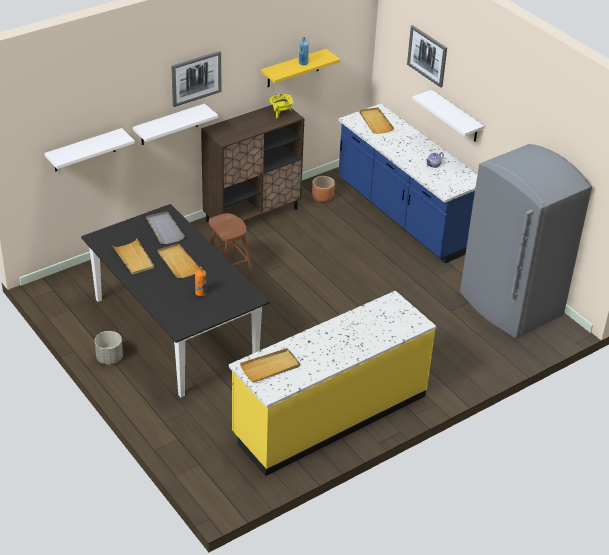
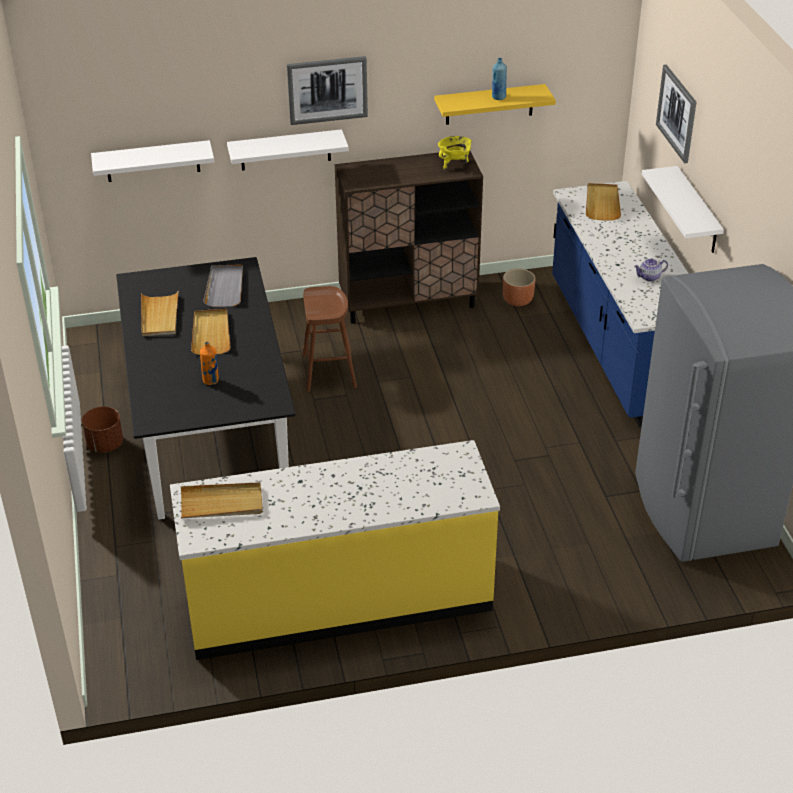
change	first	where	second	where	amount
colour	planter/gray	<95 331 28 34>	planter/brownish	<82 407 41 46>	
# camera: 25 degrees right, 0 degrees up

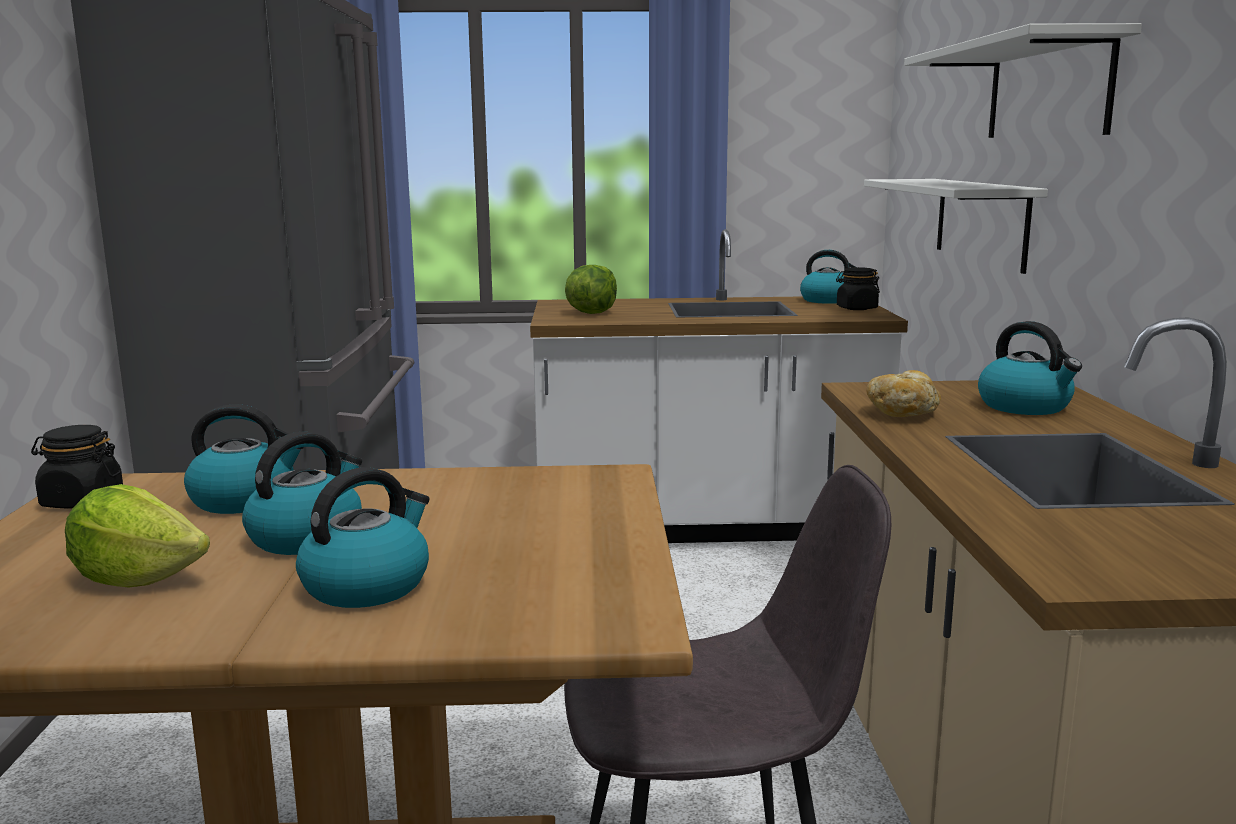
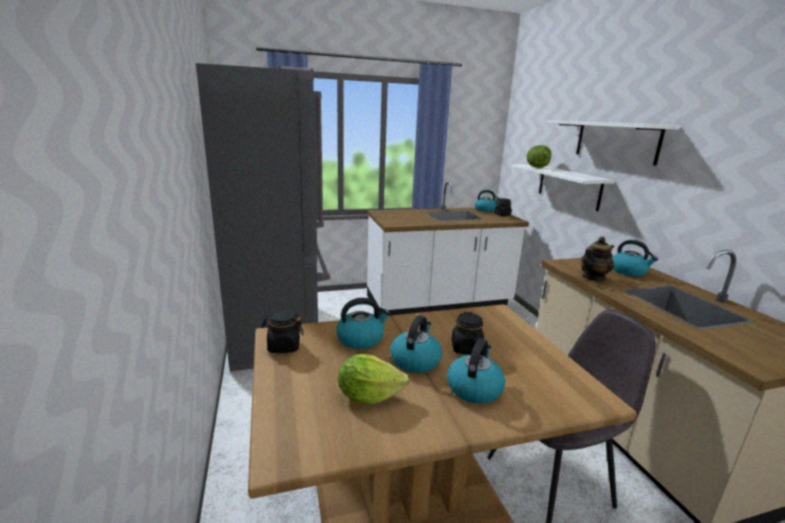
change	first	where	second	where	amount
appeared			storage jar/black	<452 312 32 43>	
relocated	lettuce	<565 265 52 49>		<527 145 24 23>	
exchanged	baked bread	<866 370 75 47>	pot for tea	<581 237 33 44>	
# camera: 15 degrees left, 5 degrees up

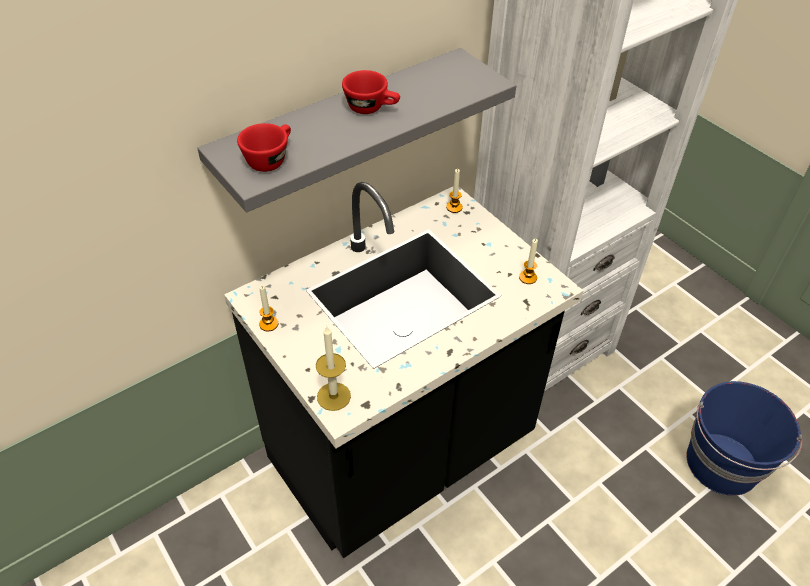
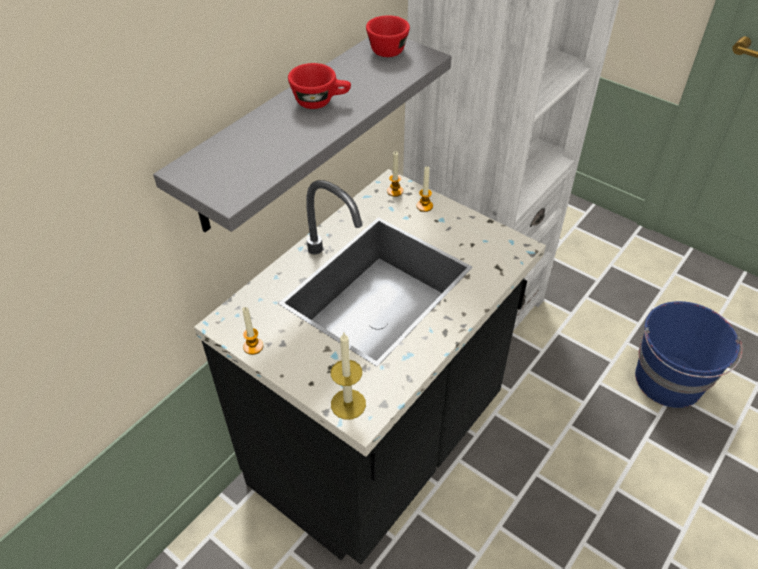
change	first	where	second	where	amount
relocated	drinking cup/red-coloured	<237 123 54 49>		<366 15 44 42>	
relocated	wax candle	<519 239 19 45>		<416 166 17 46>	
# camera: 15 degrees left, 0 degrees up

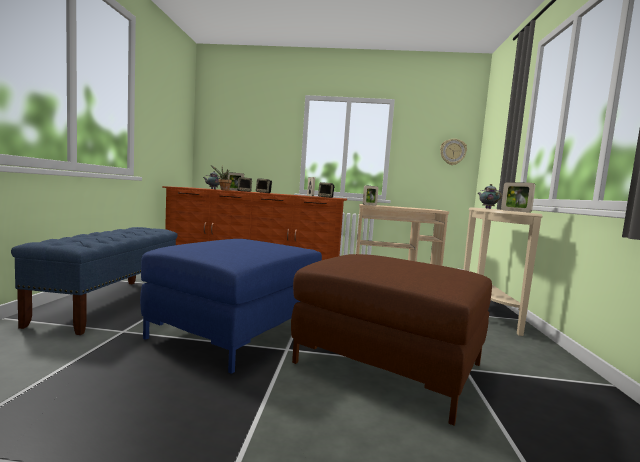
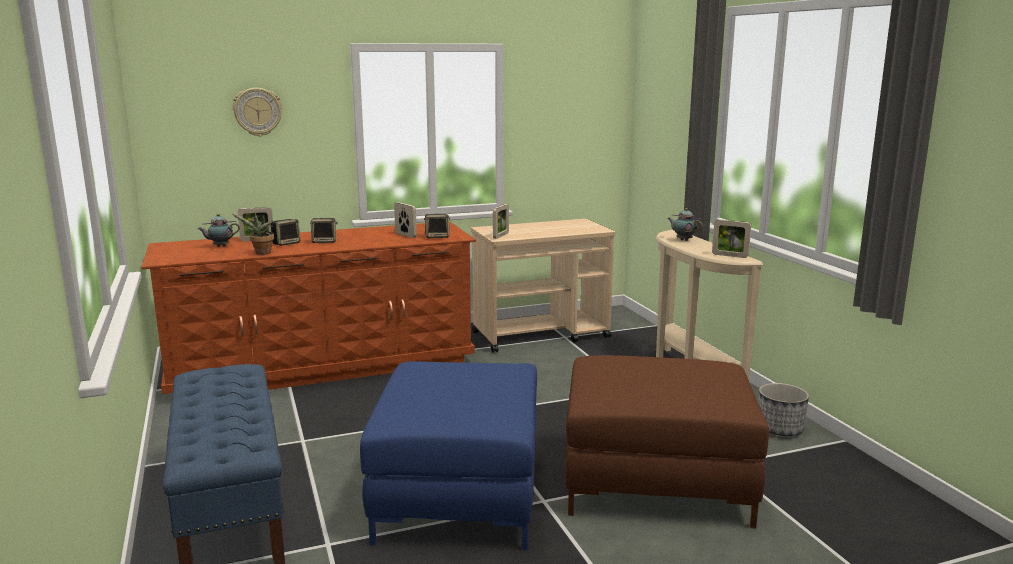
change	first	where	second	where	amount
appeared			planter	<758 383 51 53>	
relocated	wall clock	<440 139 27 26>		<232 88 50 48>	
# camera: 25 degrees left, 10 degrees up

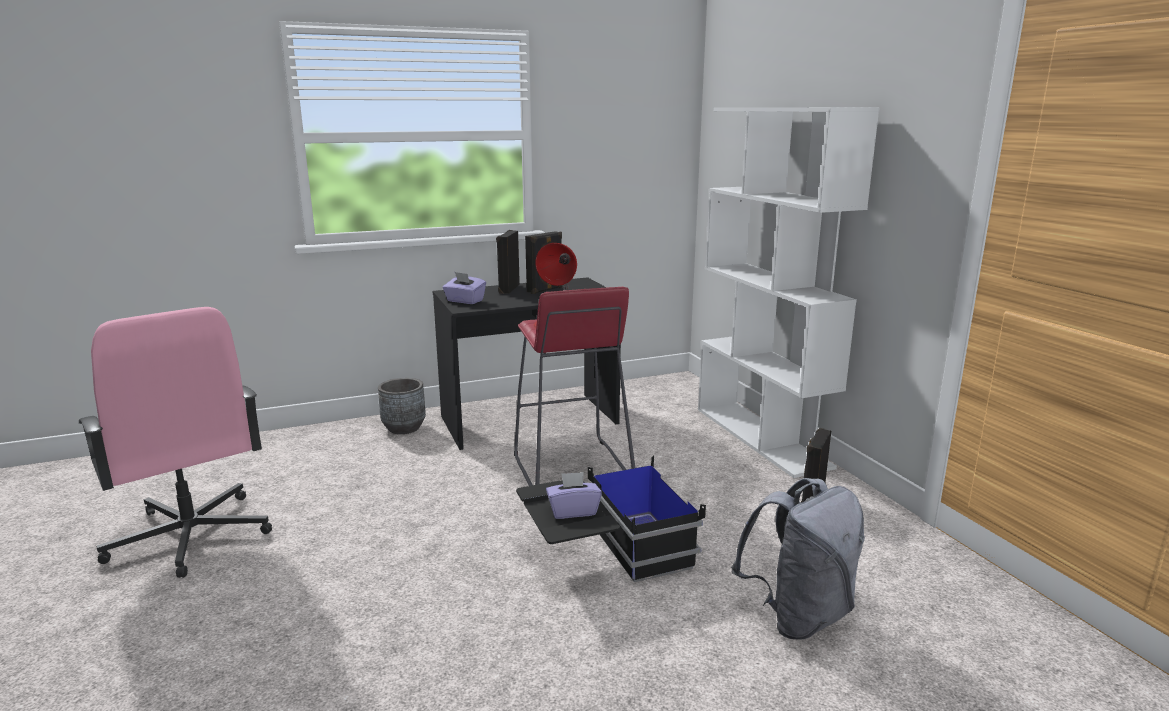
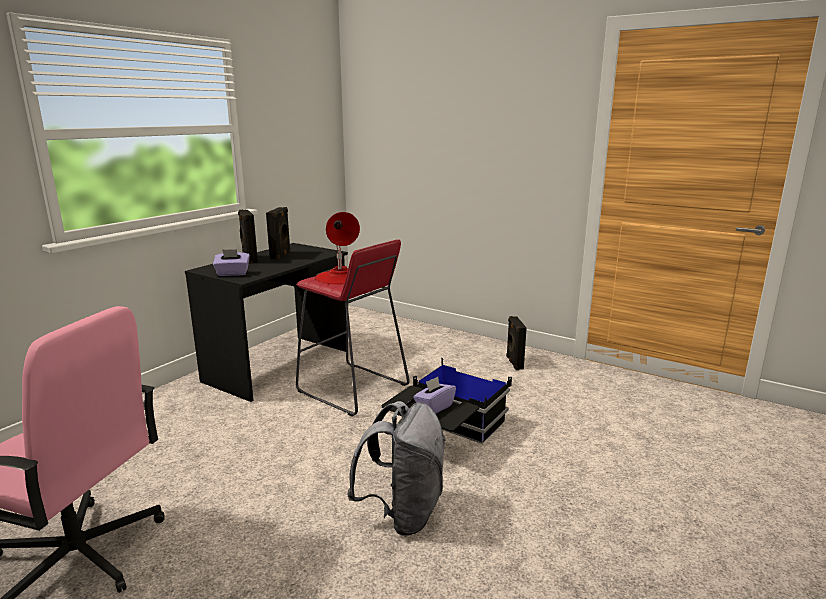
change	first	where	second	where	amount
missing	planter/gray	<378 378 48 56>			
missing	bookshelf/whitish	<698 107 182 371>			
relocated	knapsack/gray	<731 478 134 162>		<347 401 99 135>	
# camera: 35 degrees left, 0 degrees up

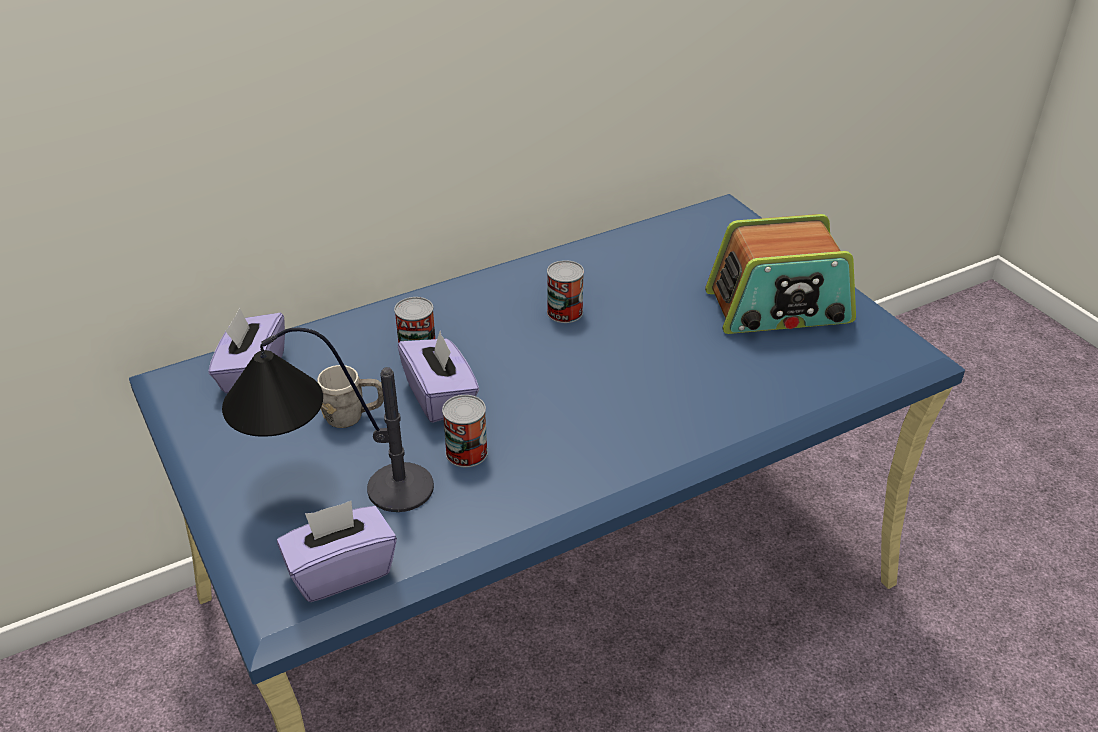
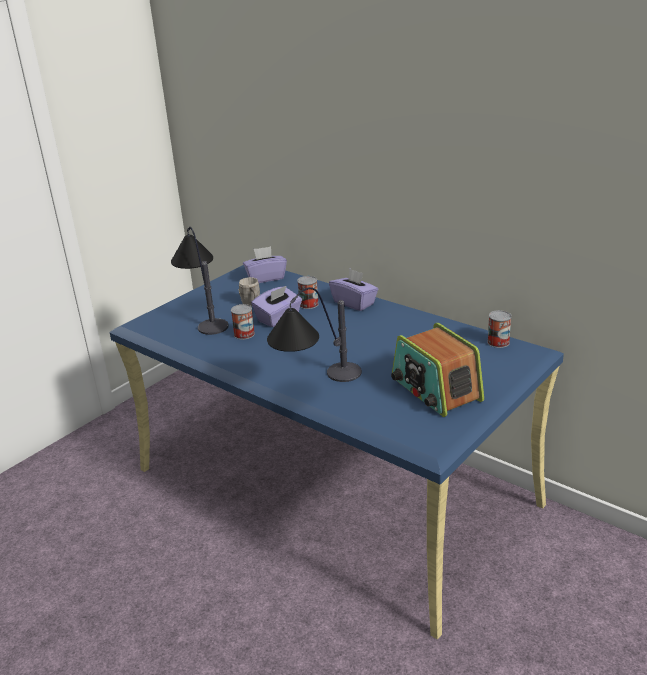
change	first	where	second	where	amount
appeared			tabletop lamp	<267 287 95 95>	
relocated	box of tissues/purple	<277 501 120 101>		<329 269 50 42>	
relocated	metal can	<547 260 37 63>		<487 310 25 38>	
# camera: 70 degrees right, 10 degrees down

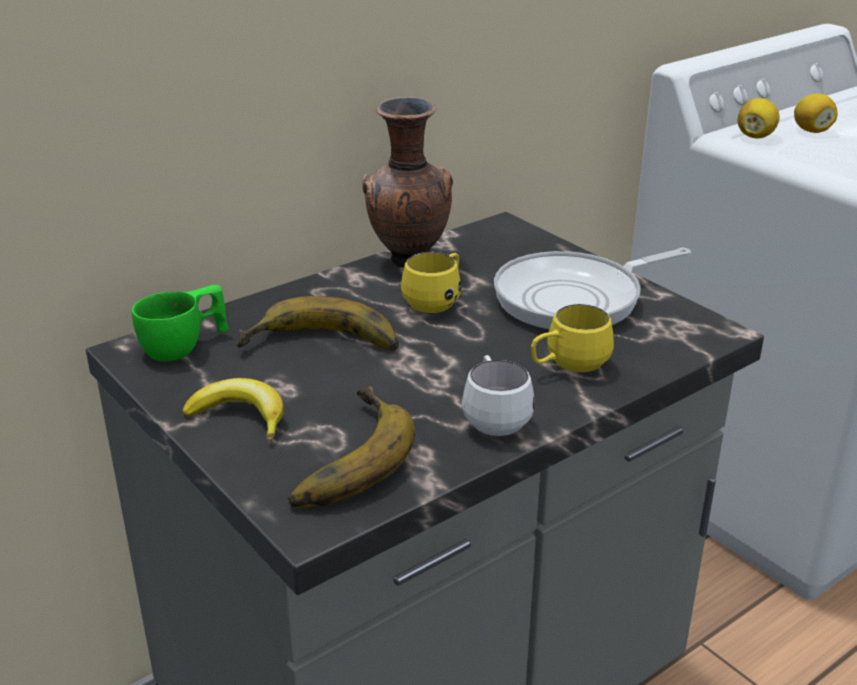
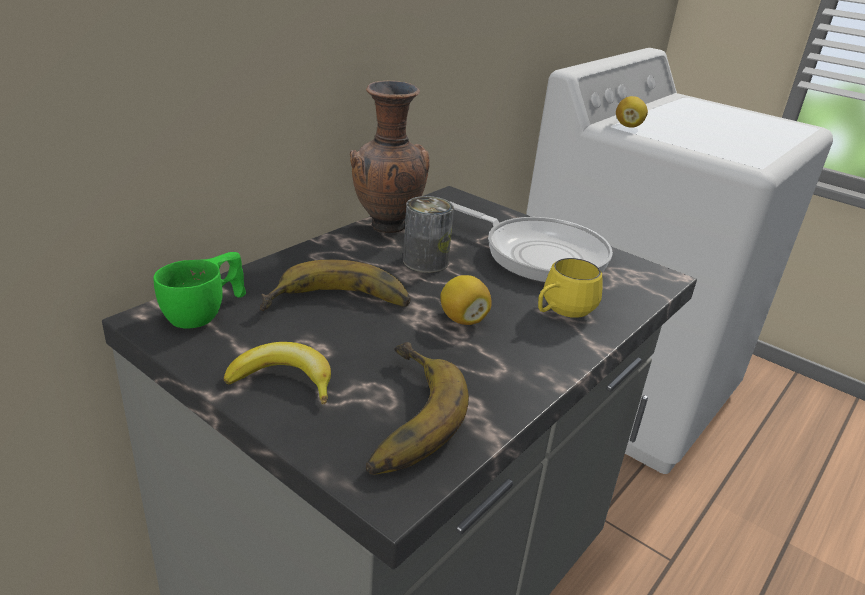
change	first	where	second	where	amount
missing	tea mug/whitish	<462 355 73 81>			
relocated	whole lemon	<794 94 43 39>		<440 275 52 50>	
exchanged	tea mug/yellow	<401 252 60 61>	metal can	<403 196 51 77>	
spun	skillet	<494 248 197 82>		<449 201 164 82>	105 degrees counterclockwise
# camera: 15 degrees left, 0 degrees up

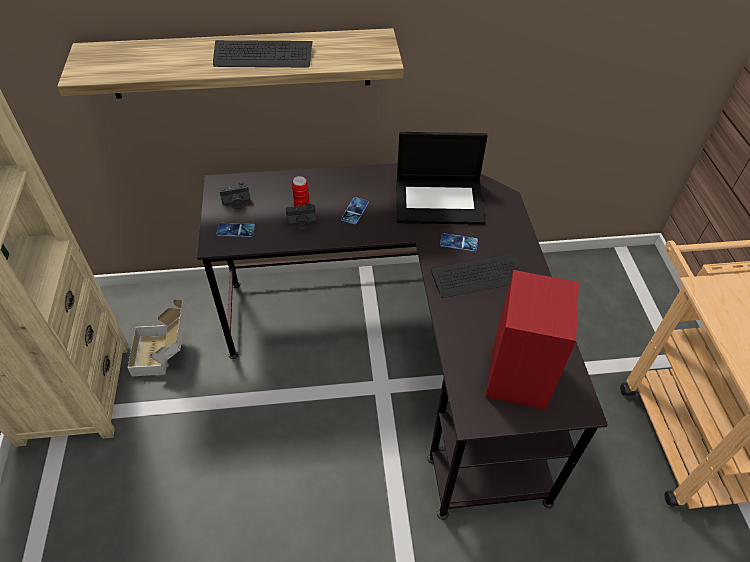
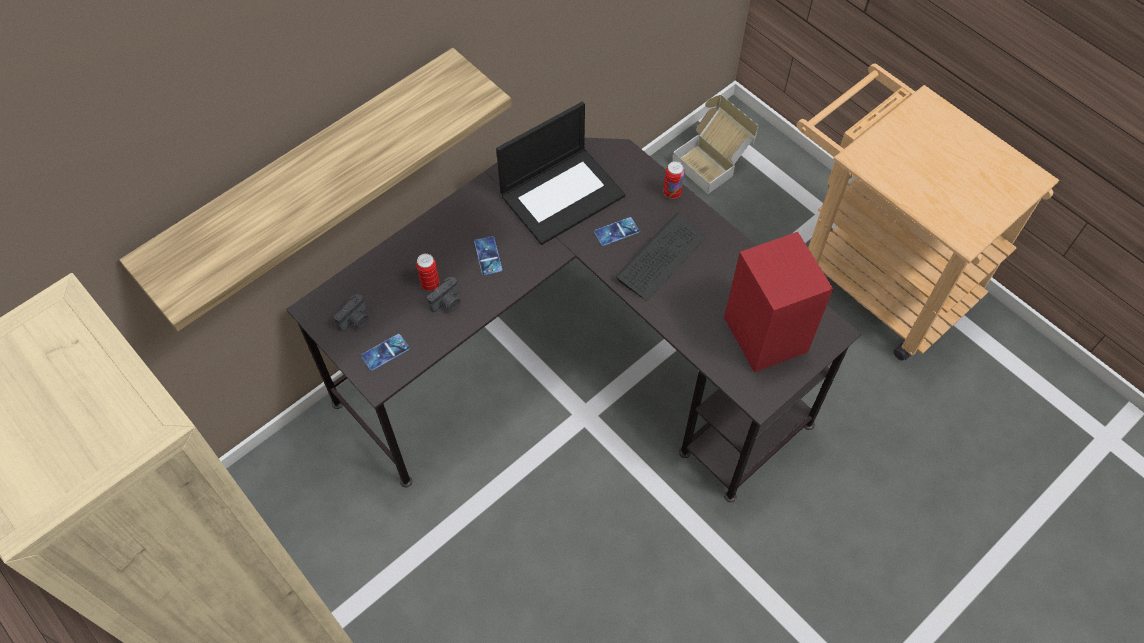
change	first	where	second	where	amount
missing	PC keyboard	<213 40 99 27>			
appeared			metal can	<663 161 21 38>	
relocated	cardboard box	<127 299 59 77>		<672 95 86 99>	
# camera: 35 degrees left, 10 degrees up

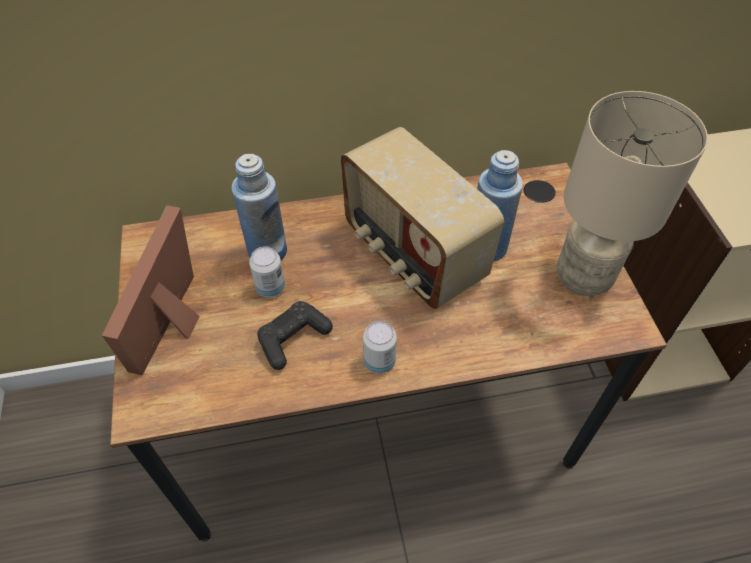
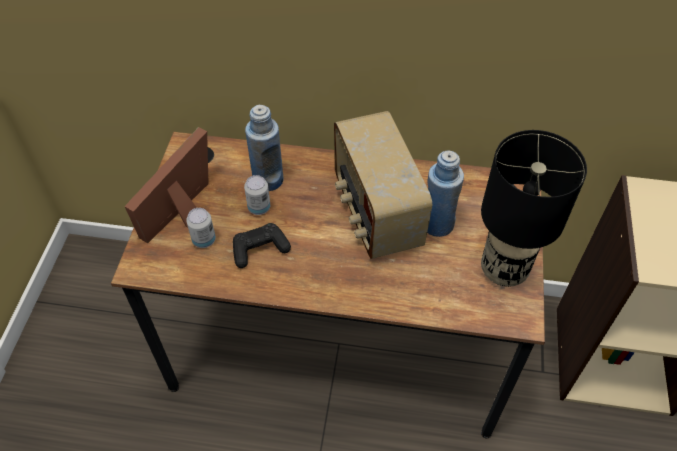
change	first	where	second	where	amount
relocated	metal can	<363 321 34 53>		<186 208 30 40>	
colour	tabletop lamp/beige	<557 91 151 205>	tabletop lamp/black	<481 130 106 157>	
# camera: 20 degrees right, 0 degrees up

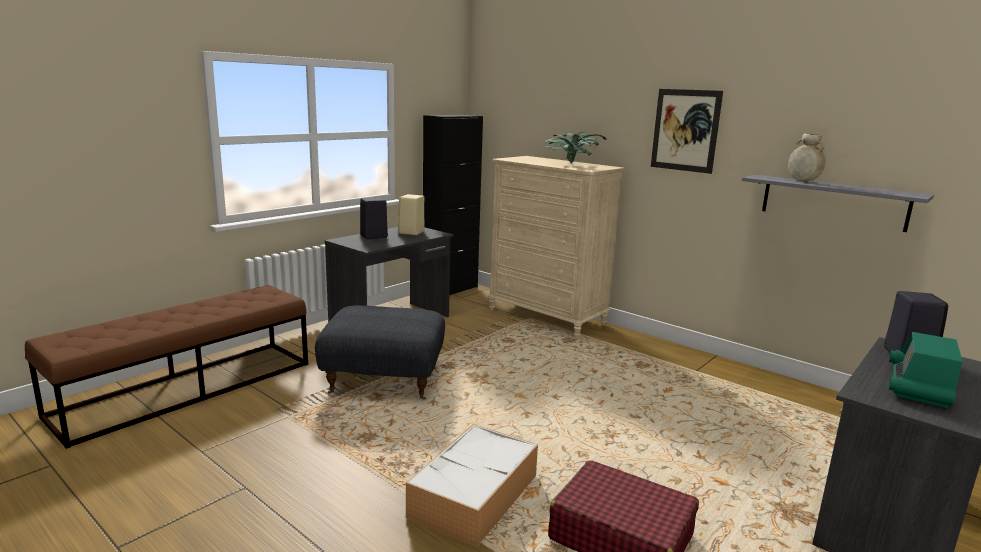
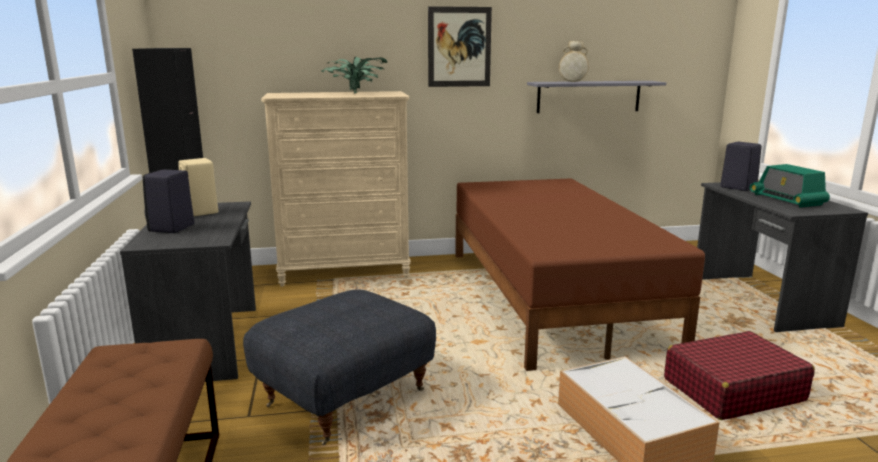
change	first	where	second	where	amount
appeared			bed/brownish	<455 178 250 193>	
# camera: 50 degrees left, 0 degrees up

